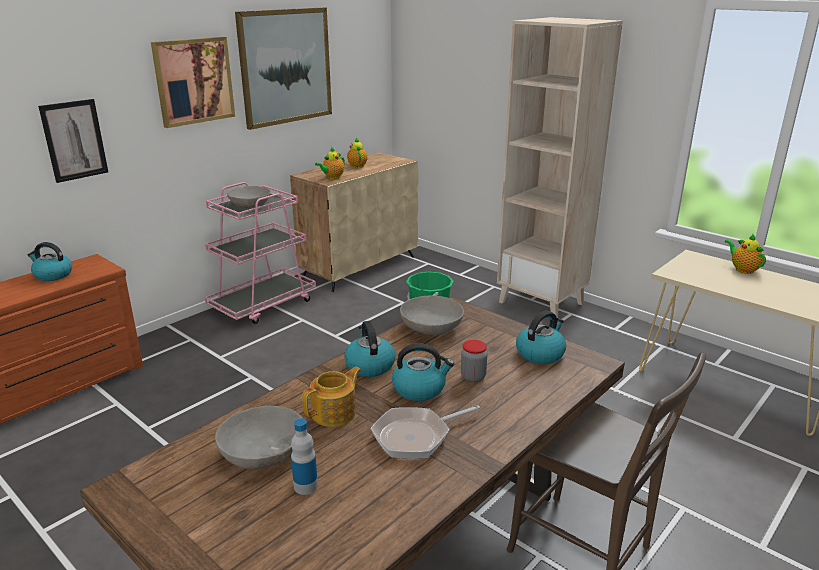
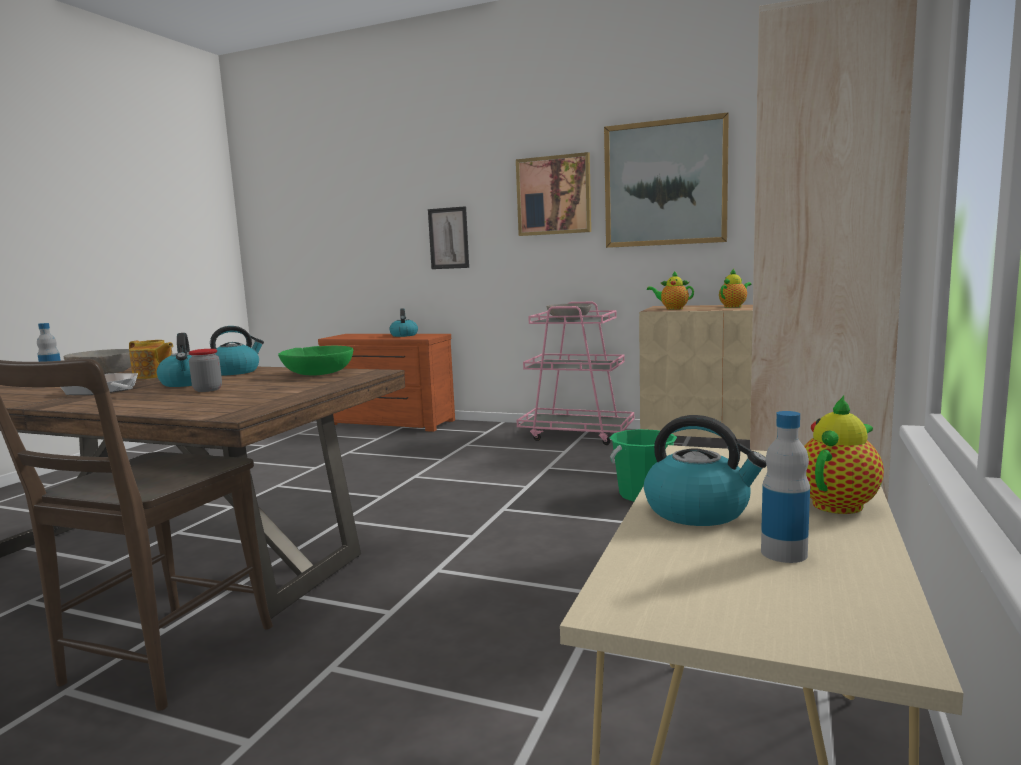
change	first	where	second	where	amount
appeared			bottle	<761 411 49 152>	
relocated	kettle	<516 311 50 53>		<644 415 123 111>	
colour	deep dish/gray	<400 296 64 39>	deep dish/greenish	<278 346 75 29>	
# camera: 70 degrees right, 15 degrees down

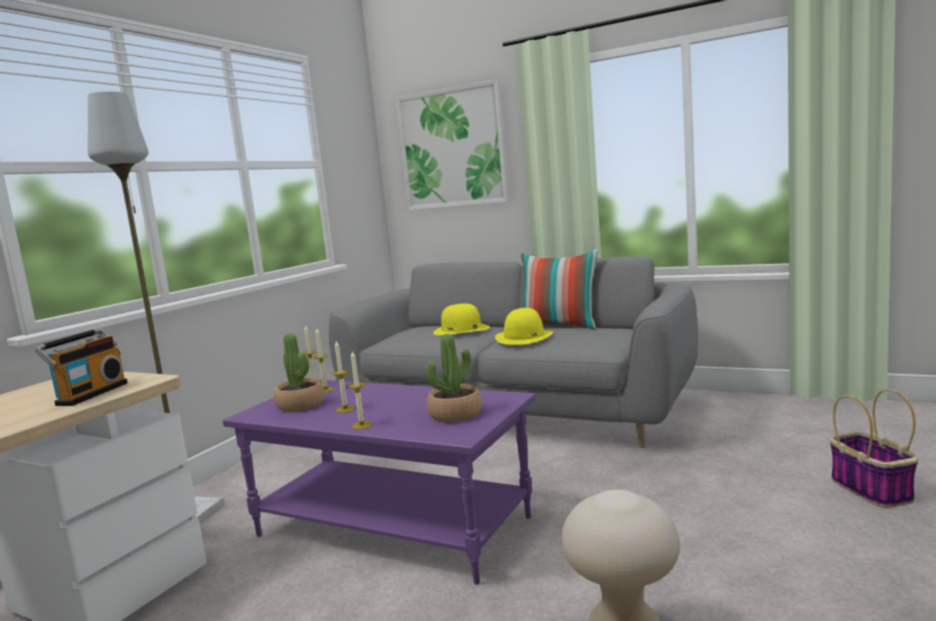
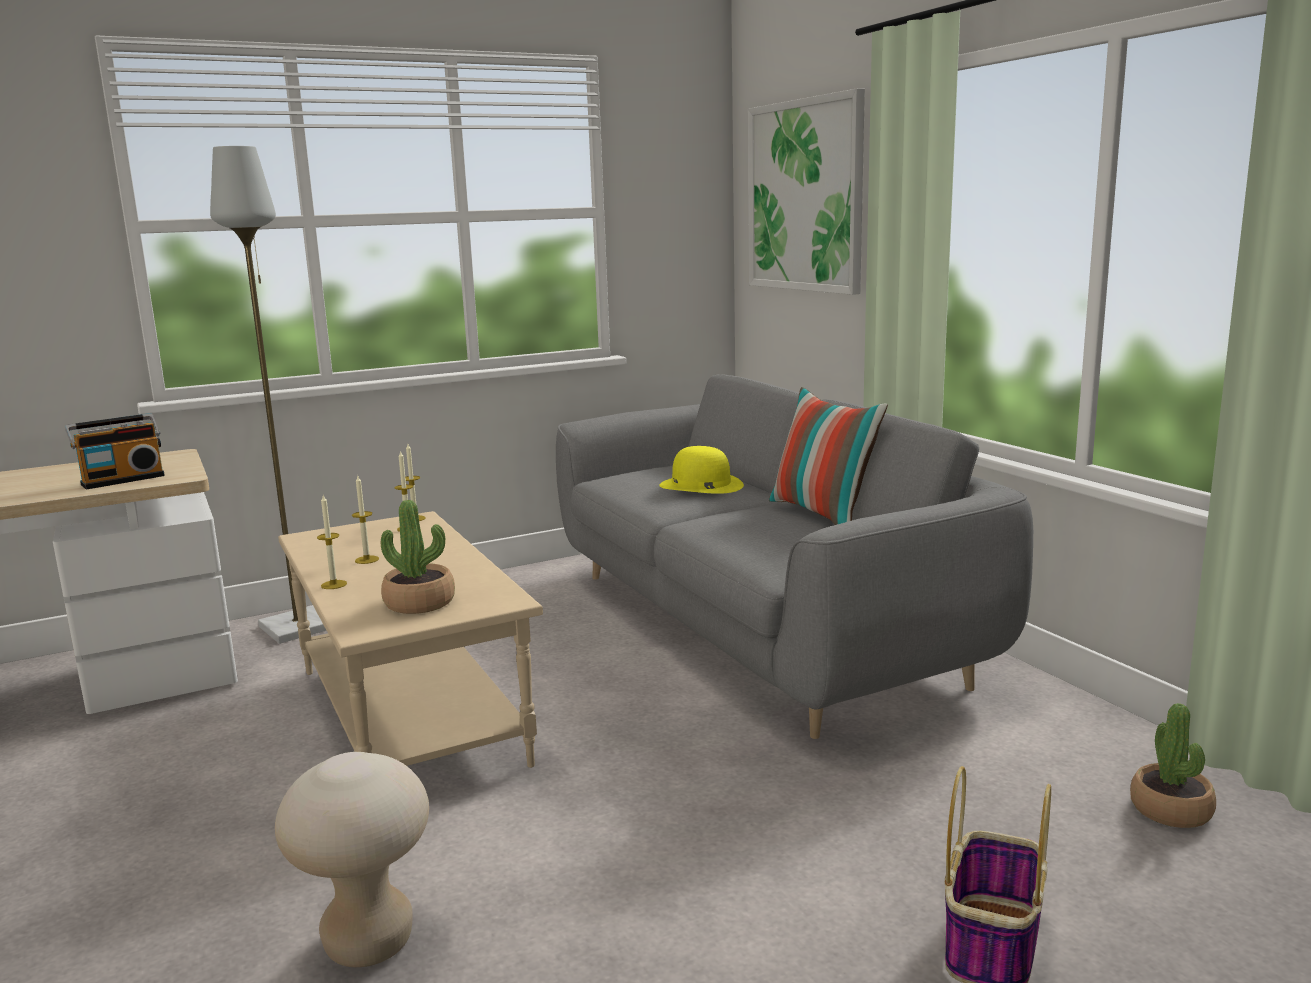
change	first	where	second	where	amount
missing	clothing hat/yellow	<495 308 58 37>			
relocated	plant in a pot	<274 333 51 79>		<1130 703 86 125>	
colour	coffee table/purple	<223 380 313 205>	coffee table/beige	<278 511 265 257>	
# camera: 35 degrees right, 5 degrees up

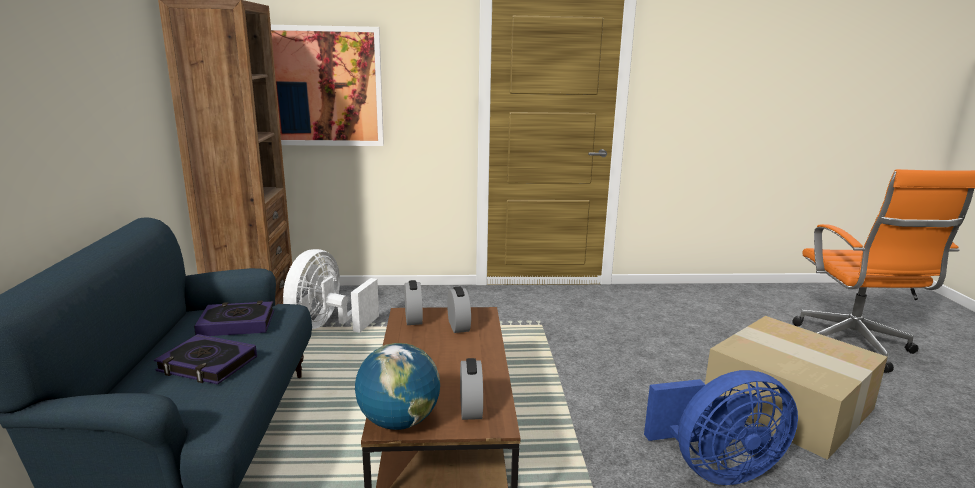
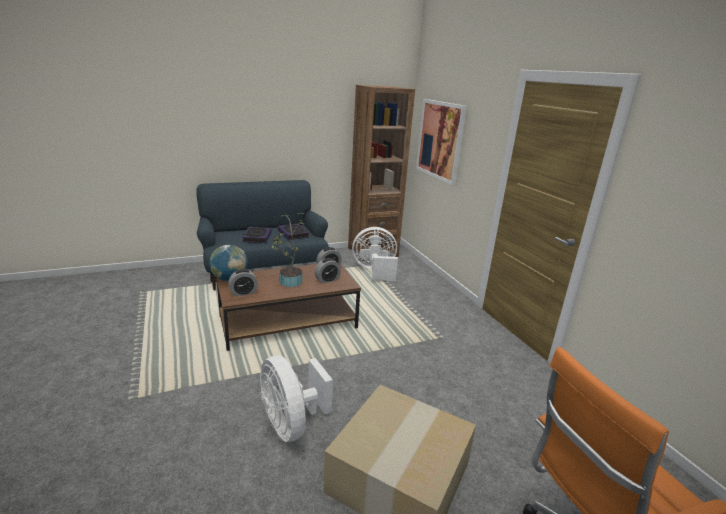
change	first	where	second	where	amount
appeared			plant in a pot	<270 213 36 74>	
colour	electric fan/blue	<644 370 154 115>	electric fan/whitish	<260 355 73 87>	
# camera: 70 degrees right, 5 degrees up

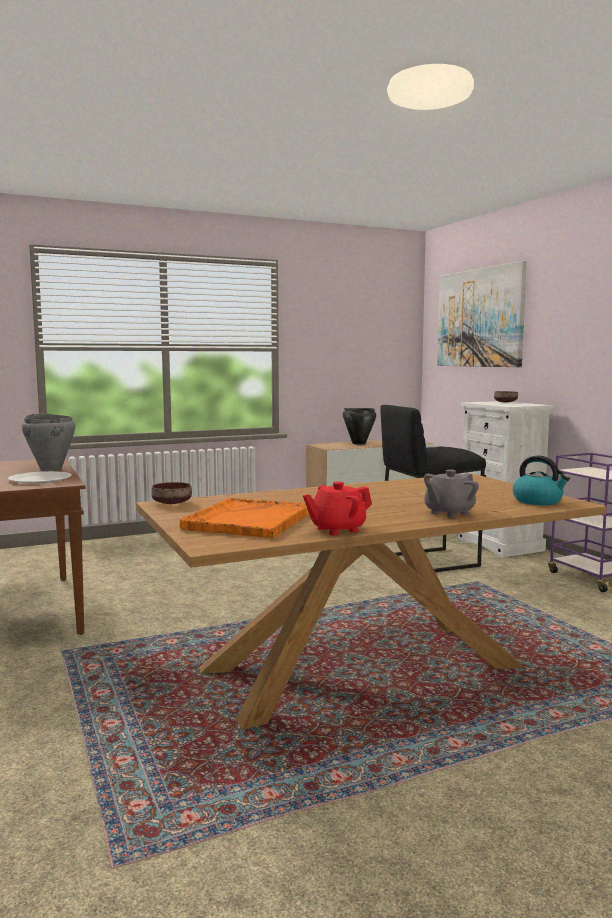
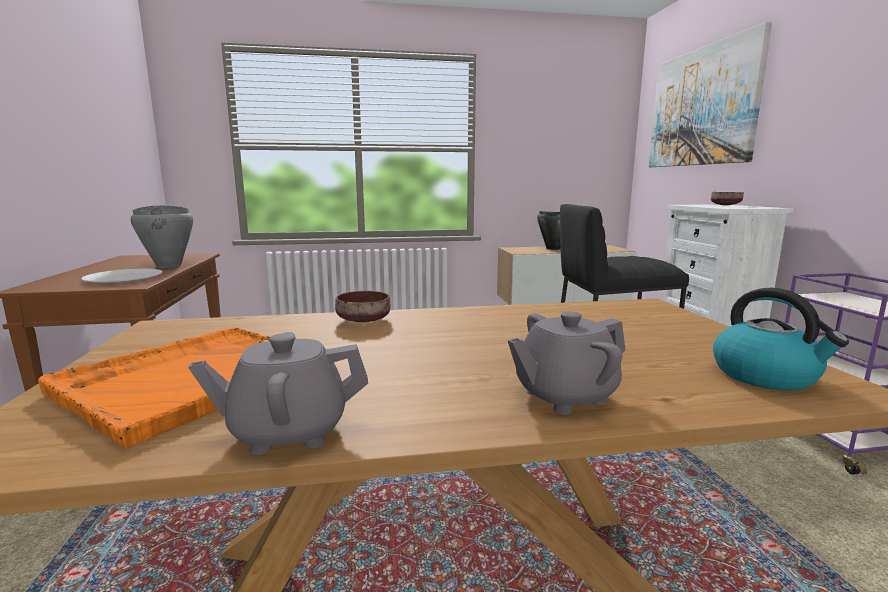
change	first	where	second	where	amount
relocated	deep dish/brownish	<151 482 41 22>		<335 291 55 31>	
colour	pot for tea/red-coloured	<303 482 69 53>	pot for tea/gray	<189 332 179 123>	
# camera: 15 degrees right, 5 degrees up

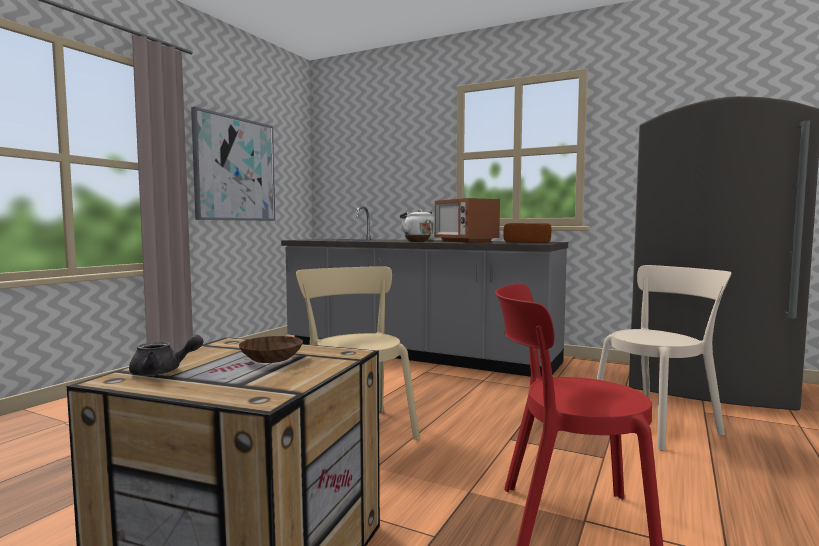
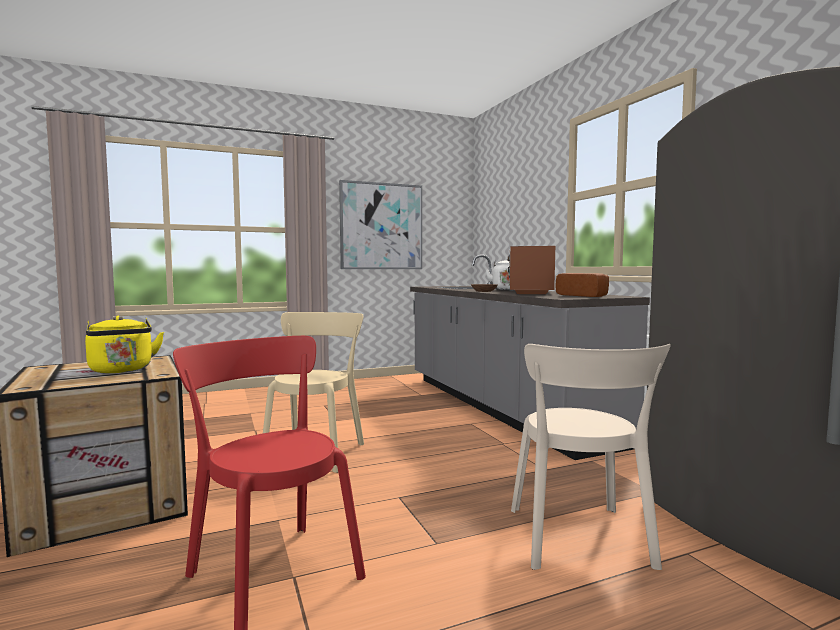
change	first	where	second	where	amount
missing	pot for tea/gray	<129 335 75 41>			
exchanged	deep dish/brownish	<239 336 64 27>	kettle/yellow	<85 316 79 57>	
spun	plain chair/beige	<597 265 135 186>		<511 344 160 226>	75 degrees clockwise
# camera: 40 degrees right, 0 degrees up

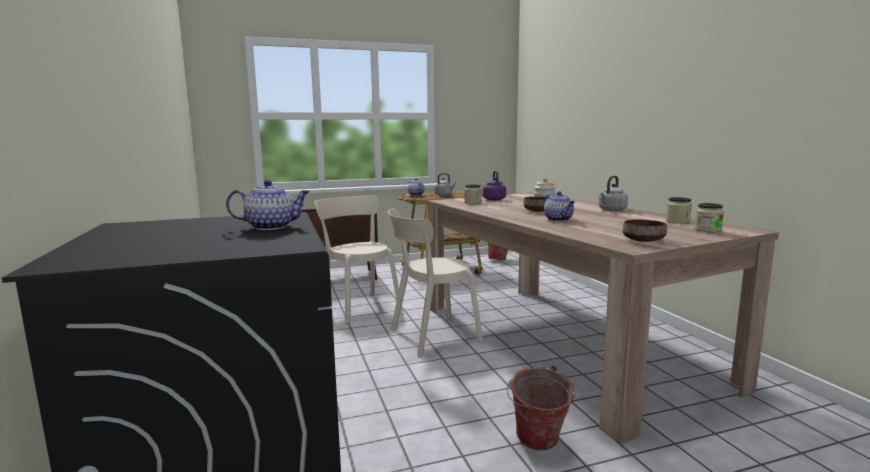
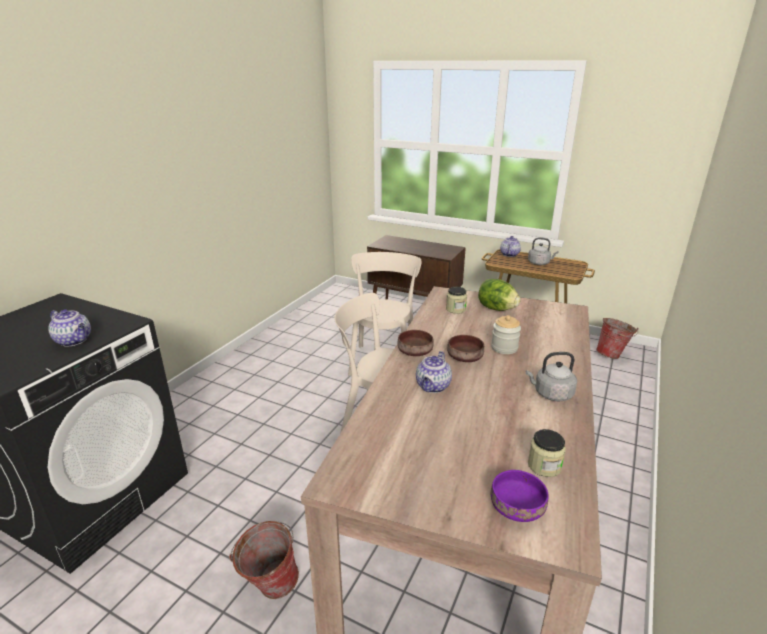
change	first	where	second	where	amount
relocated	deep dish/brownish	<623 219 44 23>		<398 330 36 26>	
exchanged	kettle/purple	<483 170 23 31>	lettuce	<478 279 43 32>	
exchanged	storage jar	<694 203 30 29>	deep dish/purple	<491 470 58 52>	
# camera: 45 degrees right, 15 degrees up

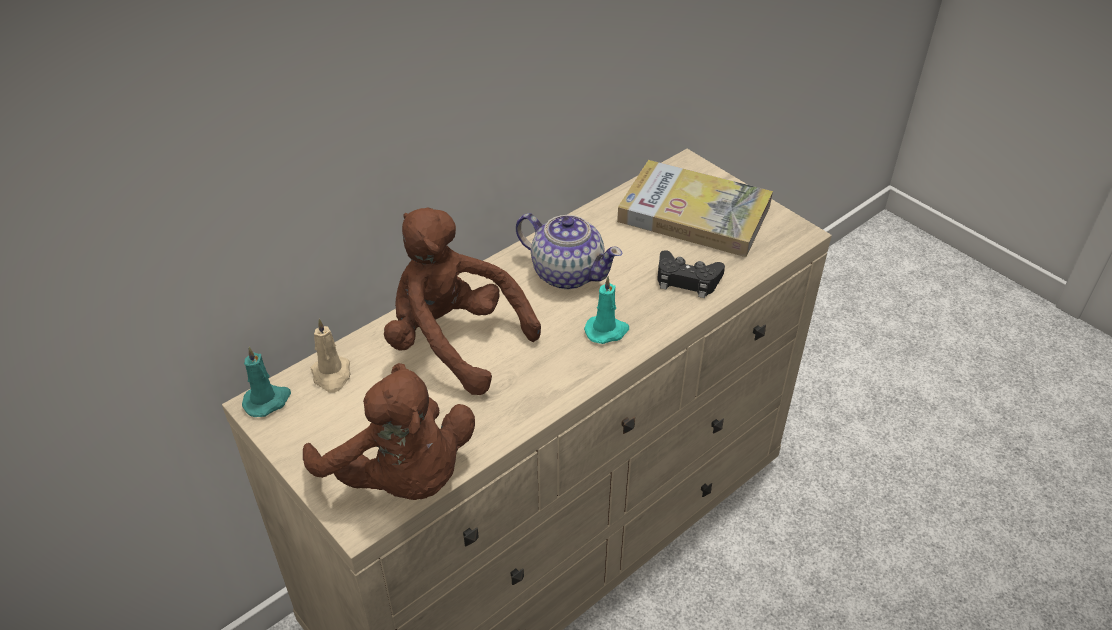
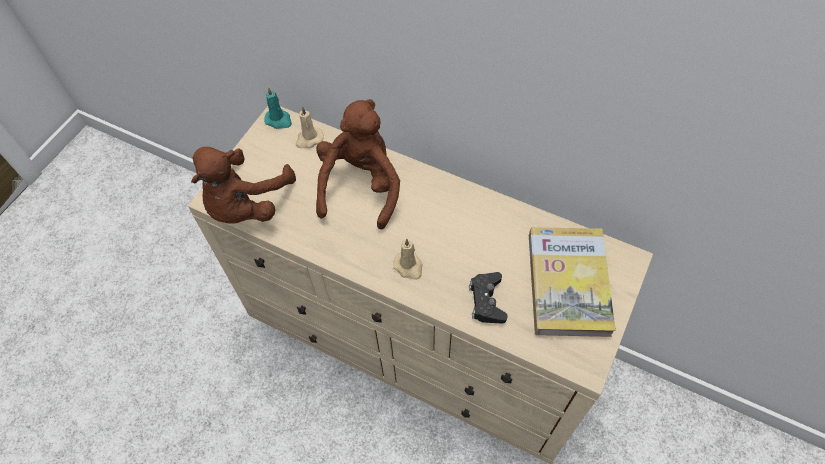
change	first	where	second	where	amount
missing	pot for tea	<516 213 107 76>			
colour	wax candle/turquoise	<584 276 45 68>	wax candle/beige	<393 239 30 41>	
# camera: 70 degrees right, 15 degrees up

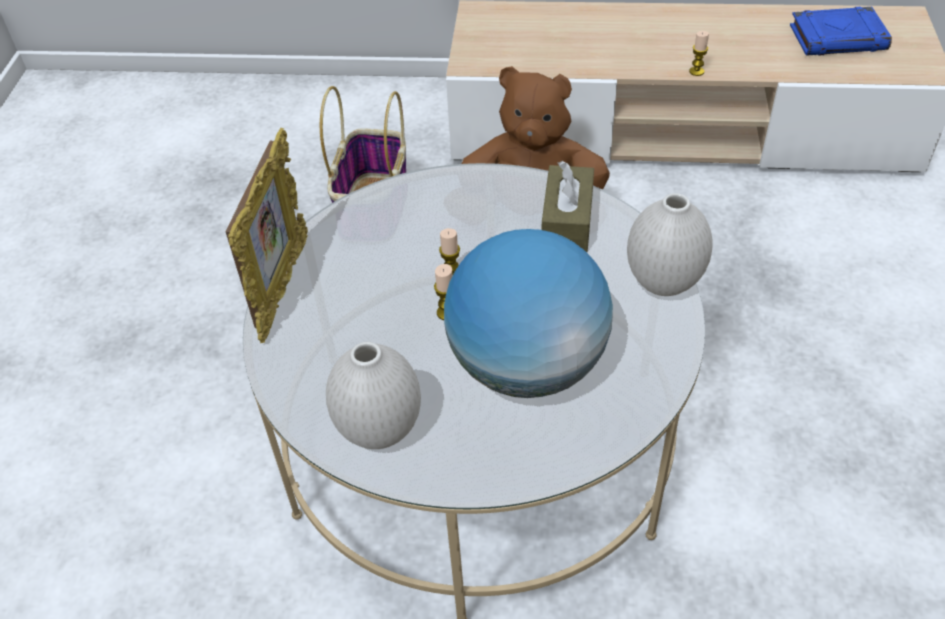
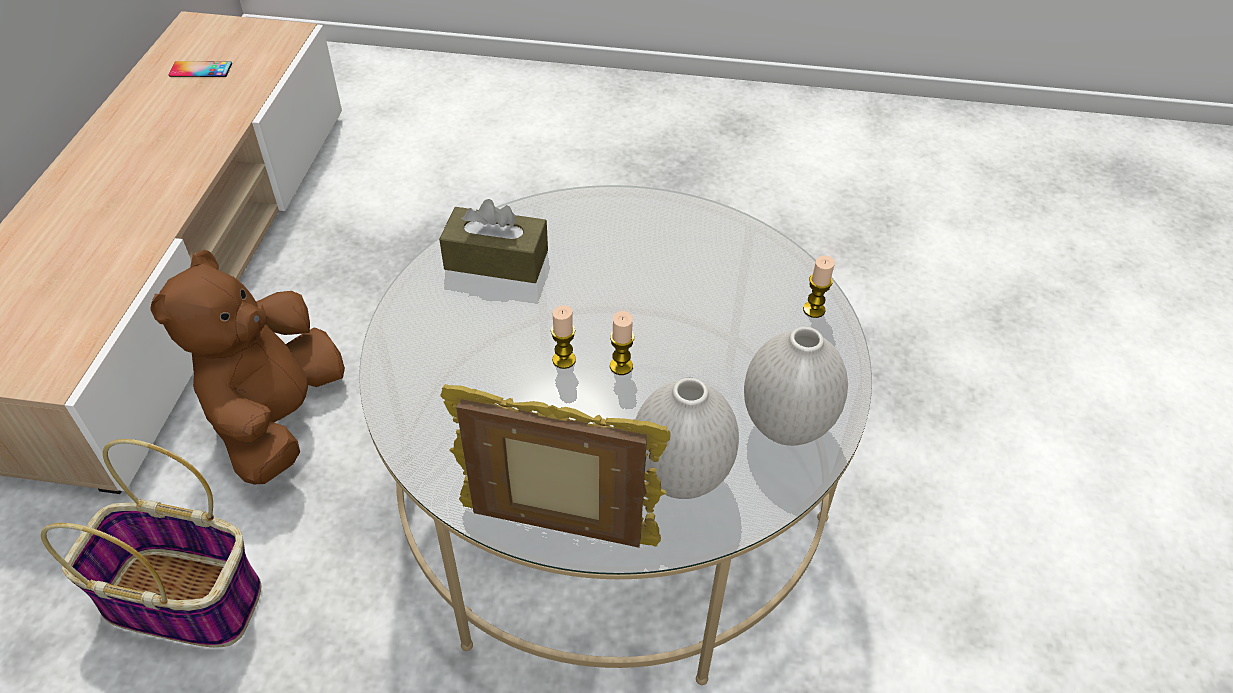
change	first	where	second	where	amount
missing	world globe	<444 229 169 169>			
relocated	vase/whitish	<627 193 86 103>		<636 378 103 121>	
relocated	wax candle	<689 31 20 45>		<803 256 32 62>	
exchanged	volume/blue	<790 7 102 49>	handset	<169 61 63 16>	
# camera: 90 degrees left, 0 degrees up

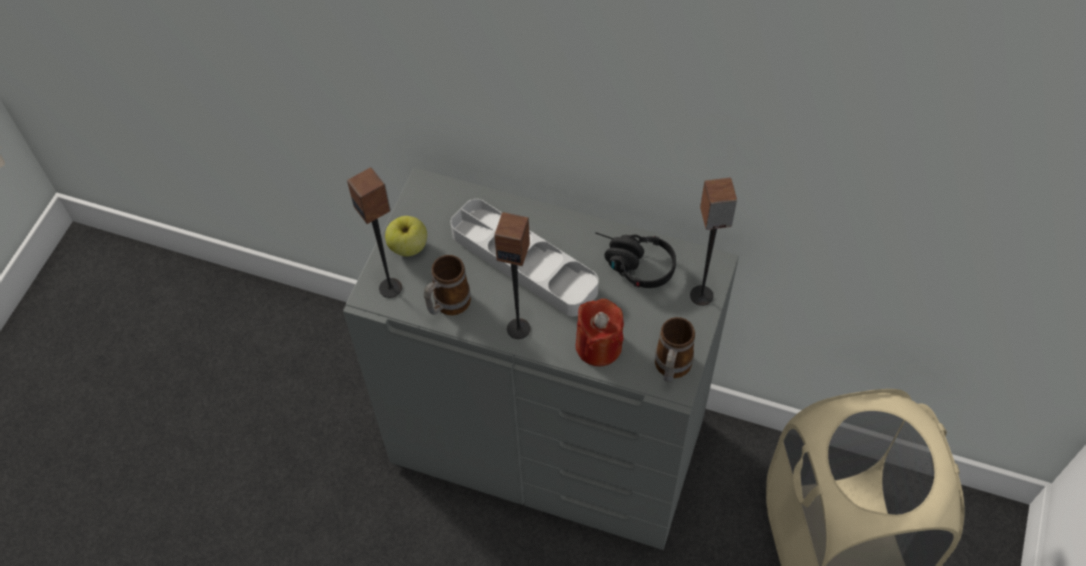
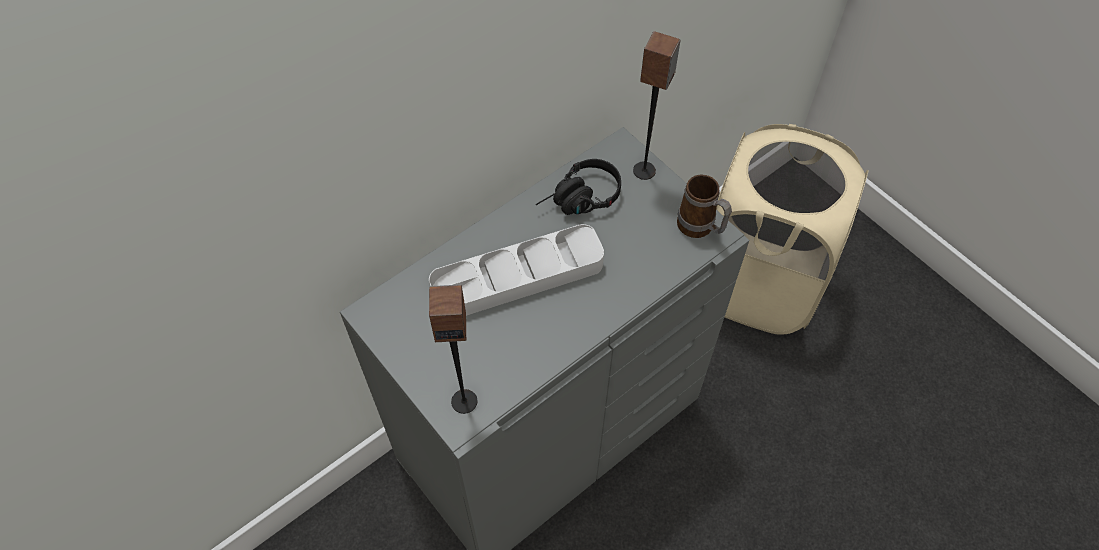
change	first	where	second	where	amount
missing	whole apple	<385 216 42 40>			
missing	tea mug	<424 255 47 60>			
missing	speaker	<494 212 36 127>			
missing	wax candle/red-coloured	<576 299 48 67>			
# camera: 60 degrees left, 0 degrees up

